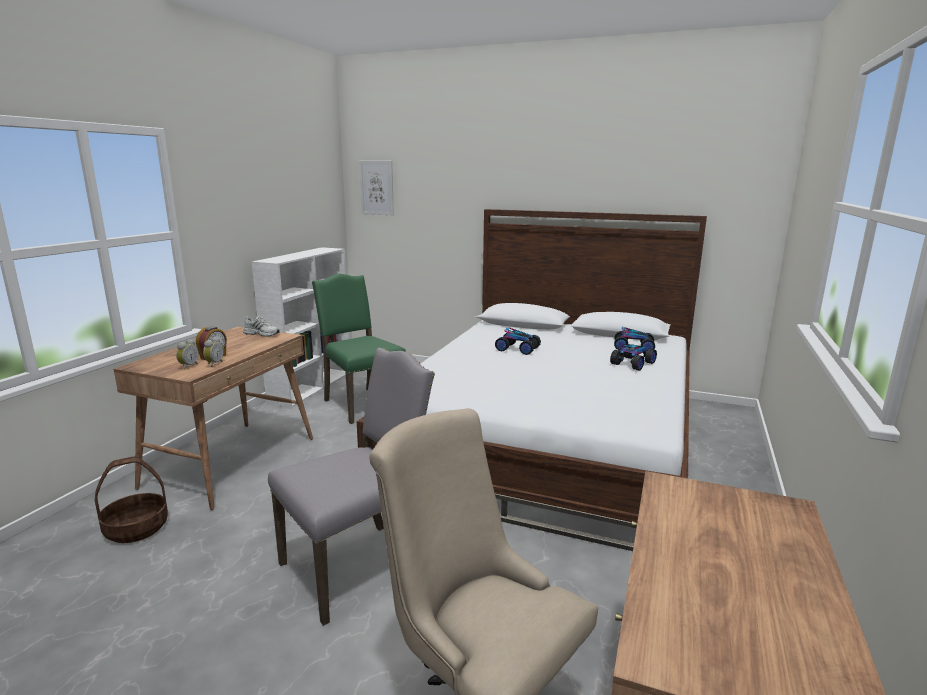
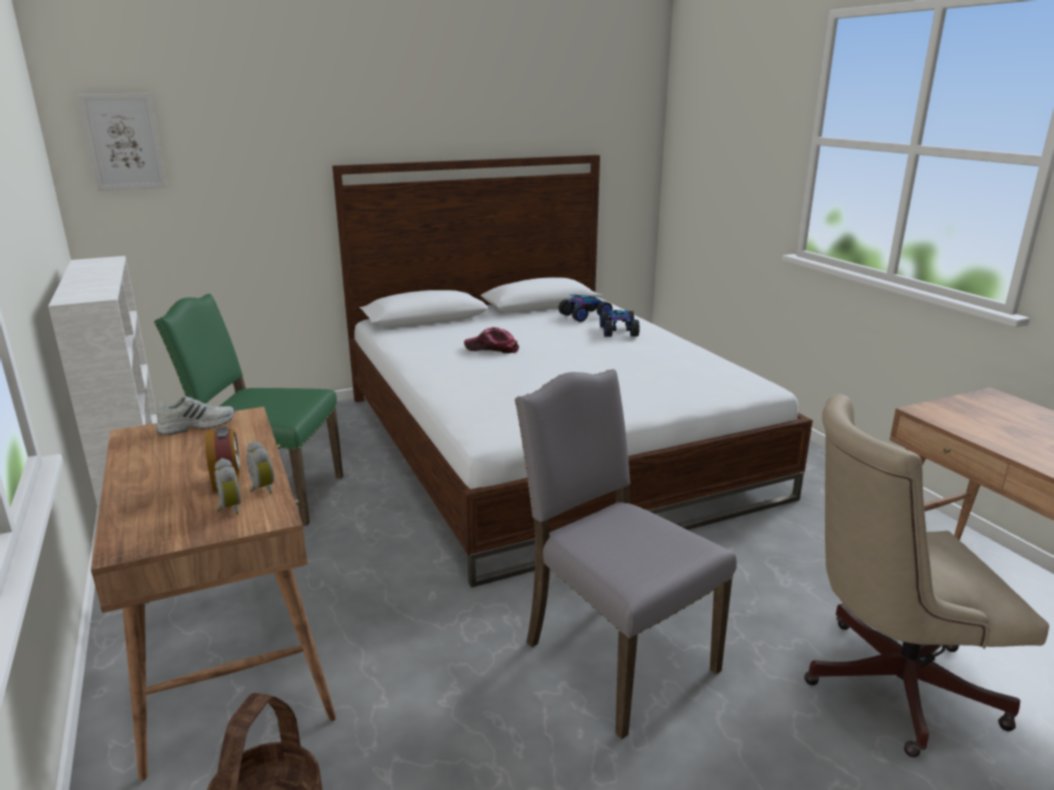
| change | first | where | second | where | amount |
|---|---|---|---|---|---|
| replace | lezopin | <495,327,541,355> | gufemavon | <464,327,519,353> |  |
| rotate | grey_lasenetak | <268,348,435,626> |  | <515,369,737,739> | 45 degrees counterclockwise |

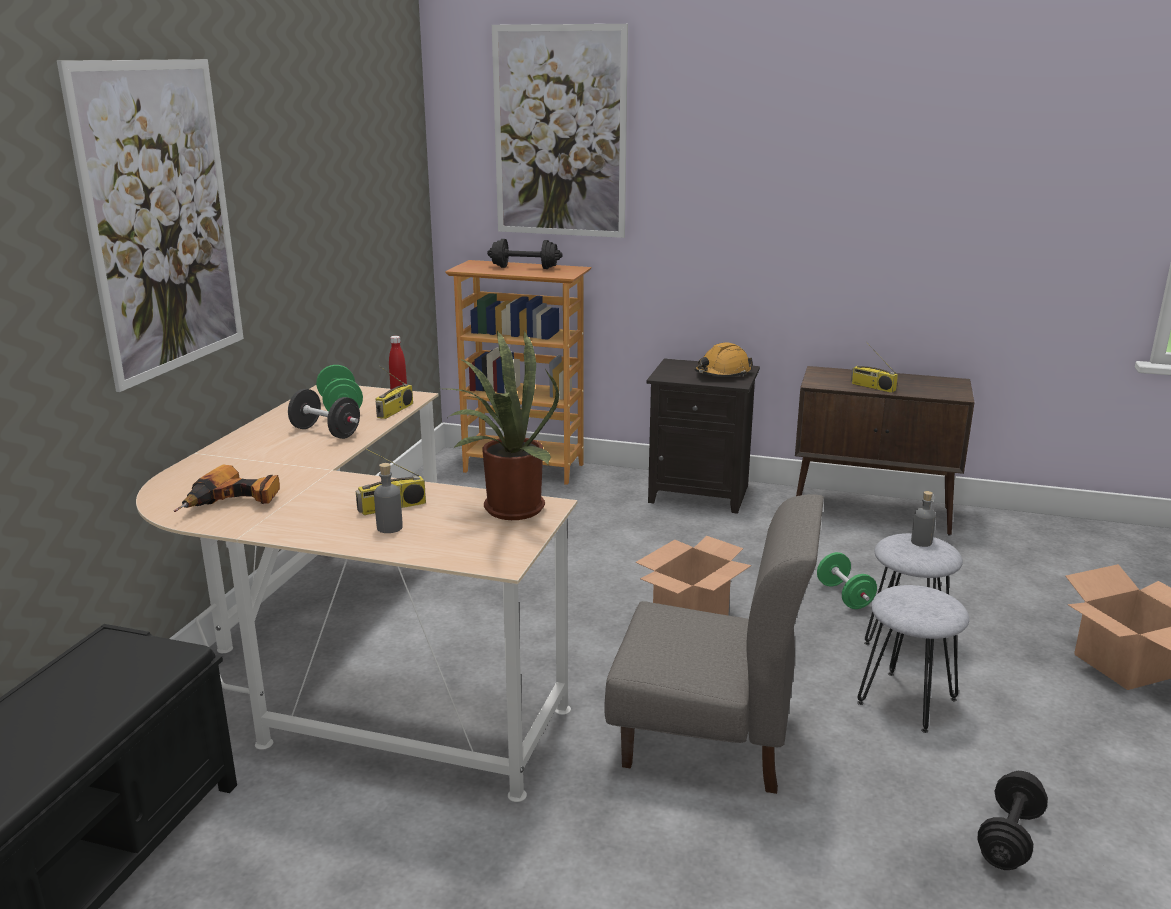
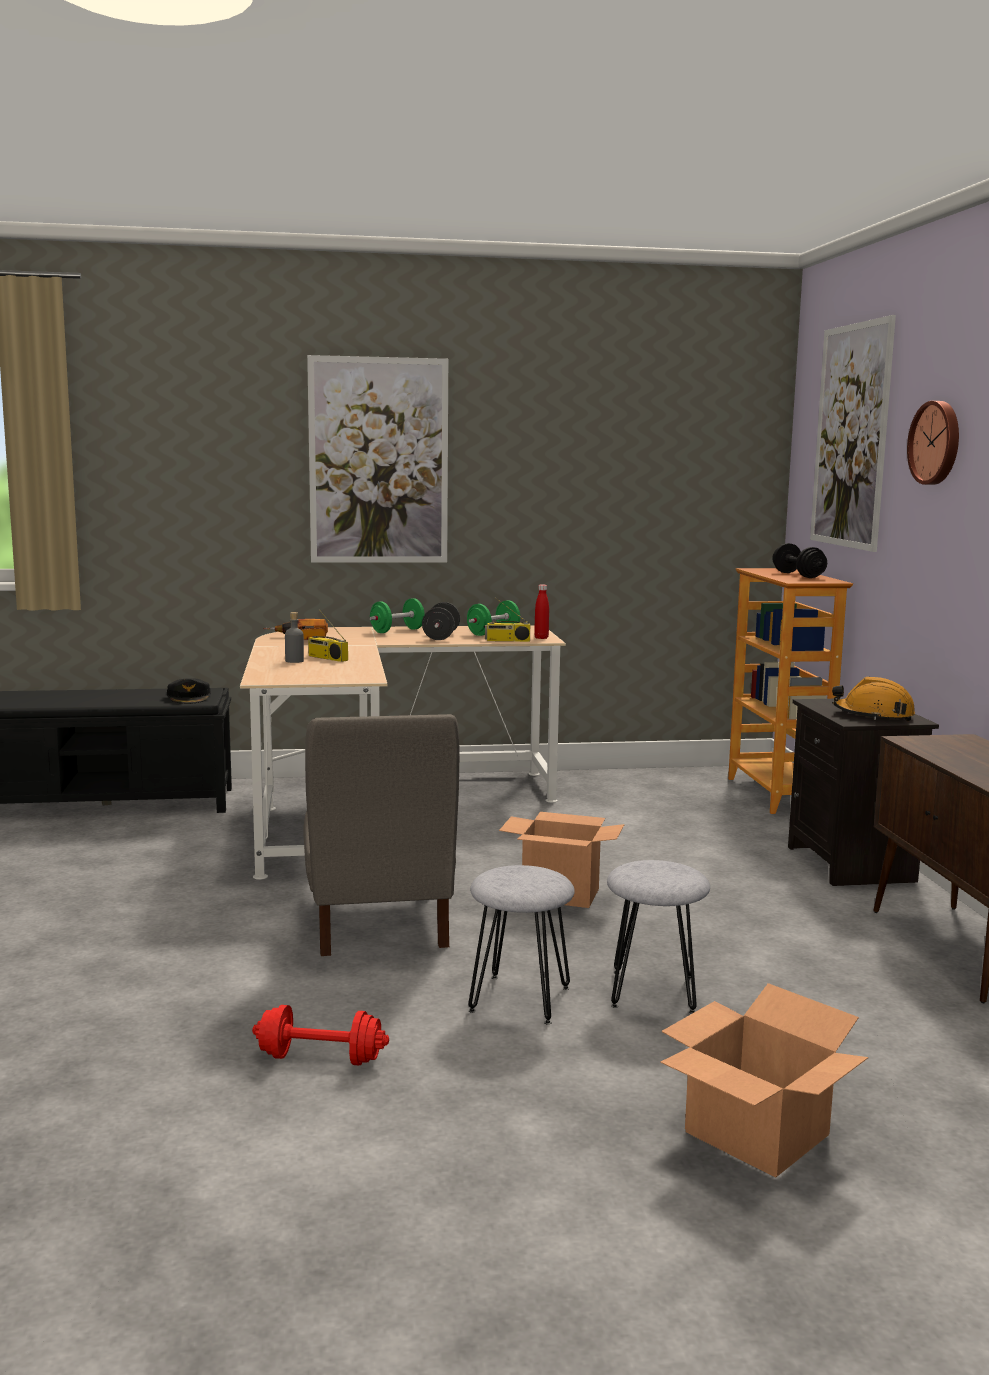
| change | first | where | second | where | amount |
|---|---|---|---|---|---|
| insert |  |  | black_gufemavon | <167,678,211,704> |  |
| recolor | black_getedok | <977,771,1048,870> | red_getedok | <252,1005,389,1065> |  |
| move | green_getedok | <817,552,877,609> |  | <370,598,425,633> |  |
| insert |  |  | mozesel | <907,401,959,485> |  |
| delete | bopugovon | <444,330,559,520> |  |  |  |
| delete | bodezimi | <851,342,898,393> |  |  |  |
| delete | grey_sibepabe | <911,491,936,547> |  |  |  |

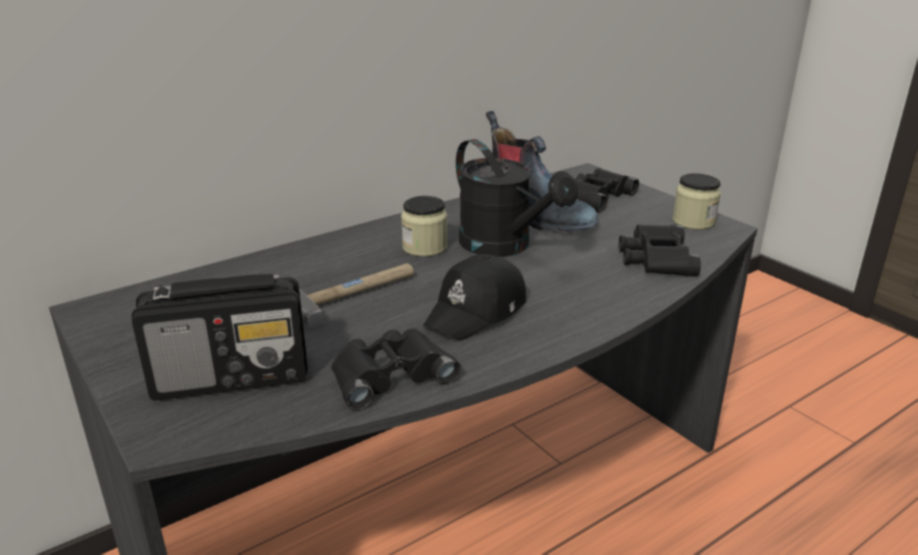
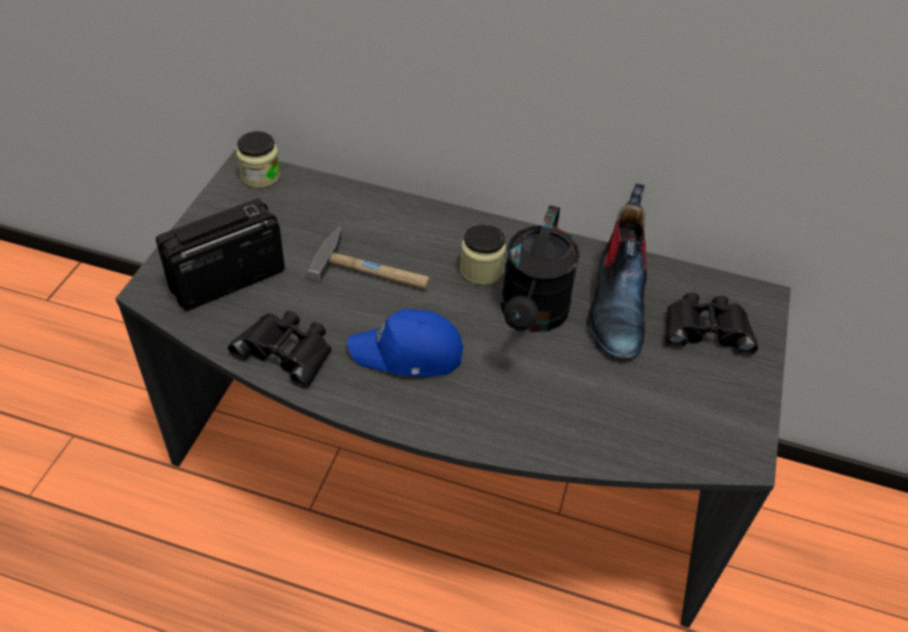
| change | first | where | second | where | amount |
|---|---|---|---|---|---|
| rotate | bodezimi | <132,274,307,401> |  | <156,199,285,311> | 105 degrees clockwise |
| move | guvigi | <673,173,721,230> |  | <236,131,280,188> |  |
| recolor | black_gufemavon | <423,254,526,340> | blue_gufemavon | <347,309,464,377> |  |
| delete | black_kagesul | <619,225,701,277> |  |  |  |

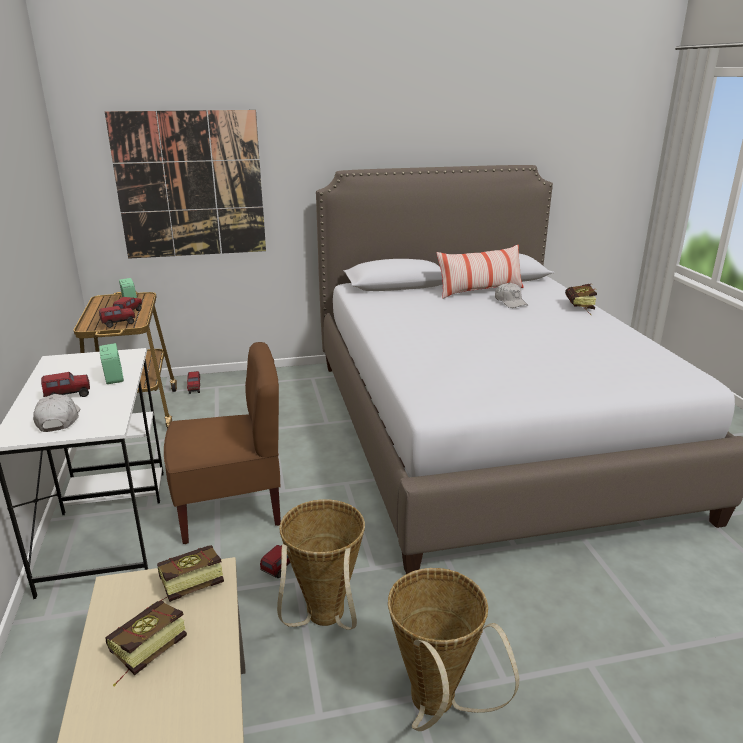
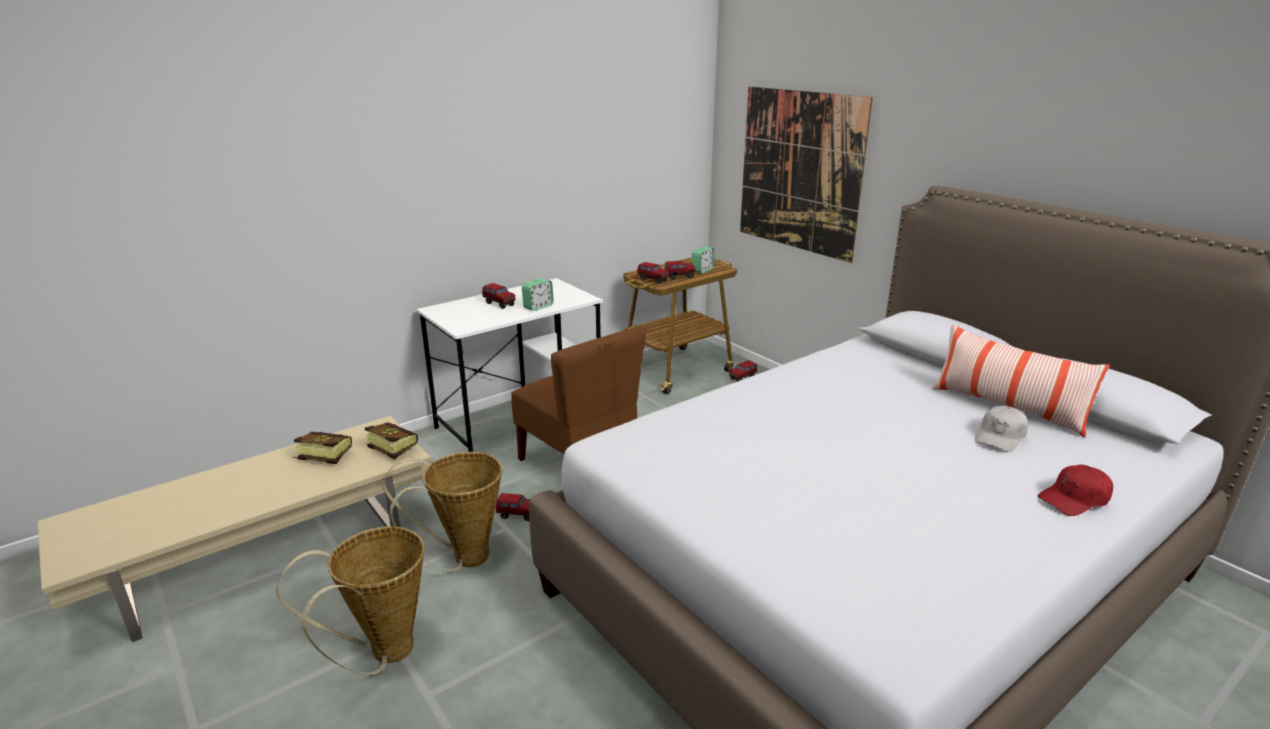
| change | first | where | second | where | amount |
|---|---|---|---|---|---|
| replace | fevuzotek | <565,284,597,316> | red_gufemavon | <1038,465,1113,516> |  |
| delete | white_gufemavon | <33,394,80,432> |  |  |  |

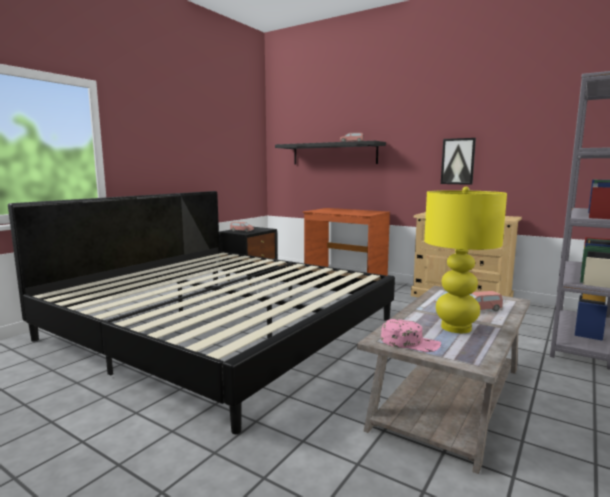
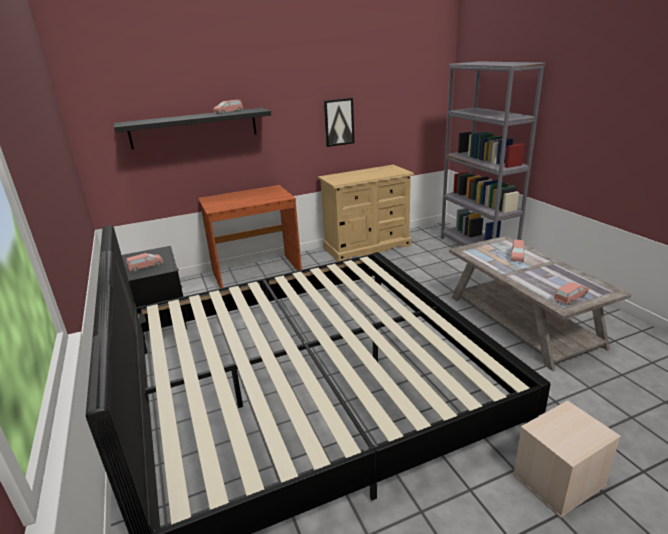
| change | first | where | second | where | amount |
|---|---|---|---|---|---|
| insert |  |  | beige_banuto | <513,400,621,518> |  |
| replace | pink_gufemavon | <381,319,441,352> | pink_lezopin | <554,282,589,305> |  |
| delete | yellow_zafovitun | <424,187,507,333> |  |  |  |

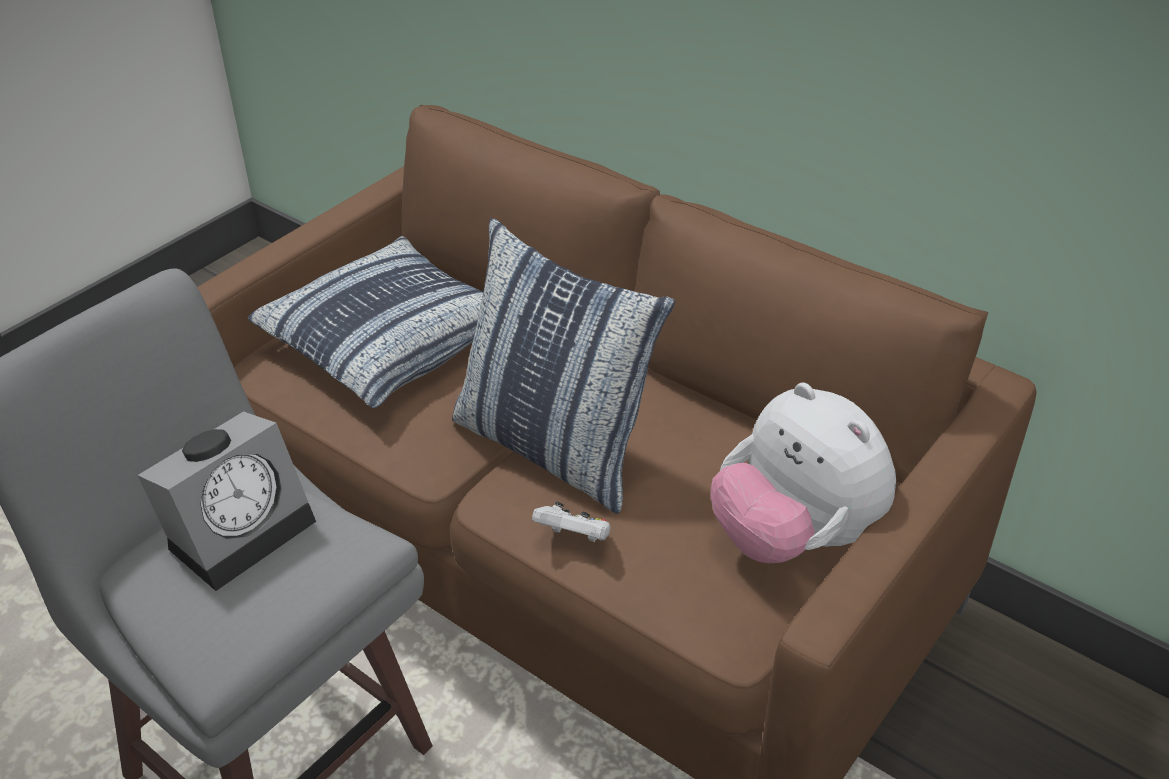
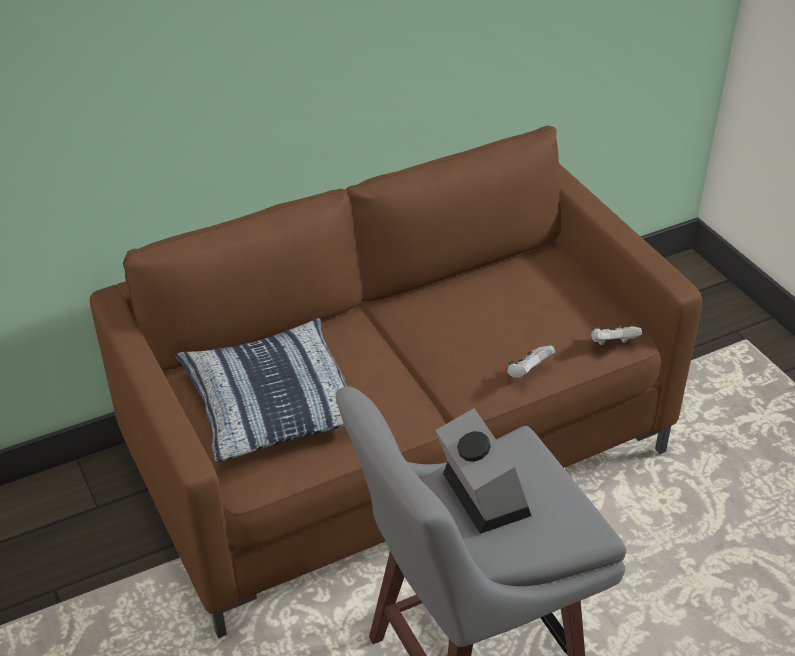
| change | first | where | second | where | amount |
|---|---|---|---|---|---|
| insert |  |  | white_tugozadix | <591,326,642,345> |  |
| delete | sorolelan | <452,218,675,514> |  |  |  |
| delete | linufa | <711,383,896,563> |  |  |  |

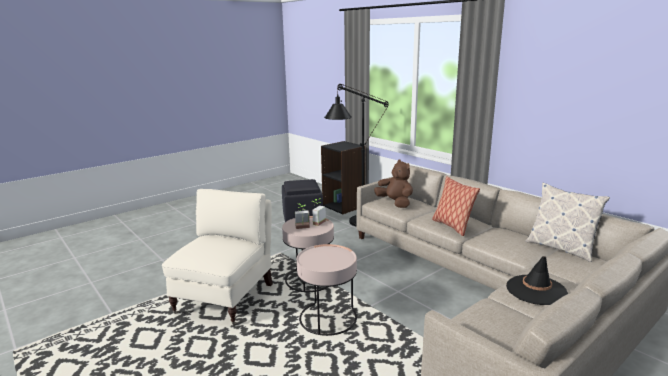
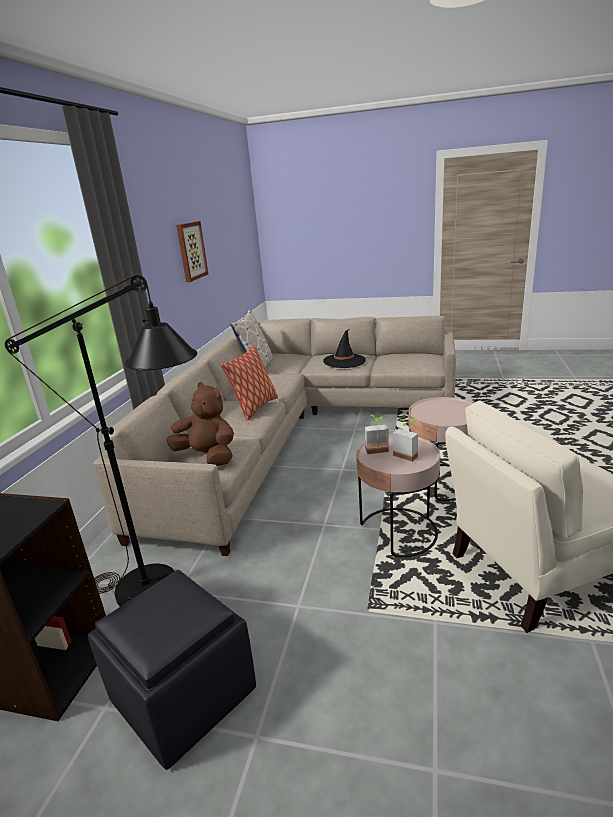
| change | first | where | second | where | amount |
|---|---|---|---|---|---|
| rotate | brown_linufa | <374,160,413,208> |  | <166,382,234,466> | 105 degrees clockwise |
| insert |  |  | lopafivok | <176,221,208,282> |  |

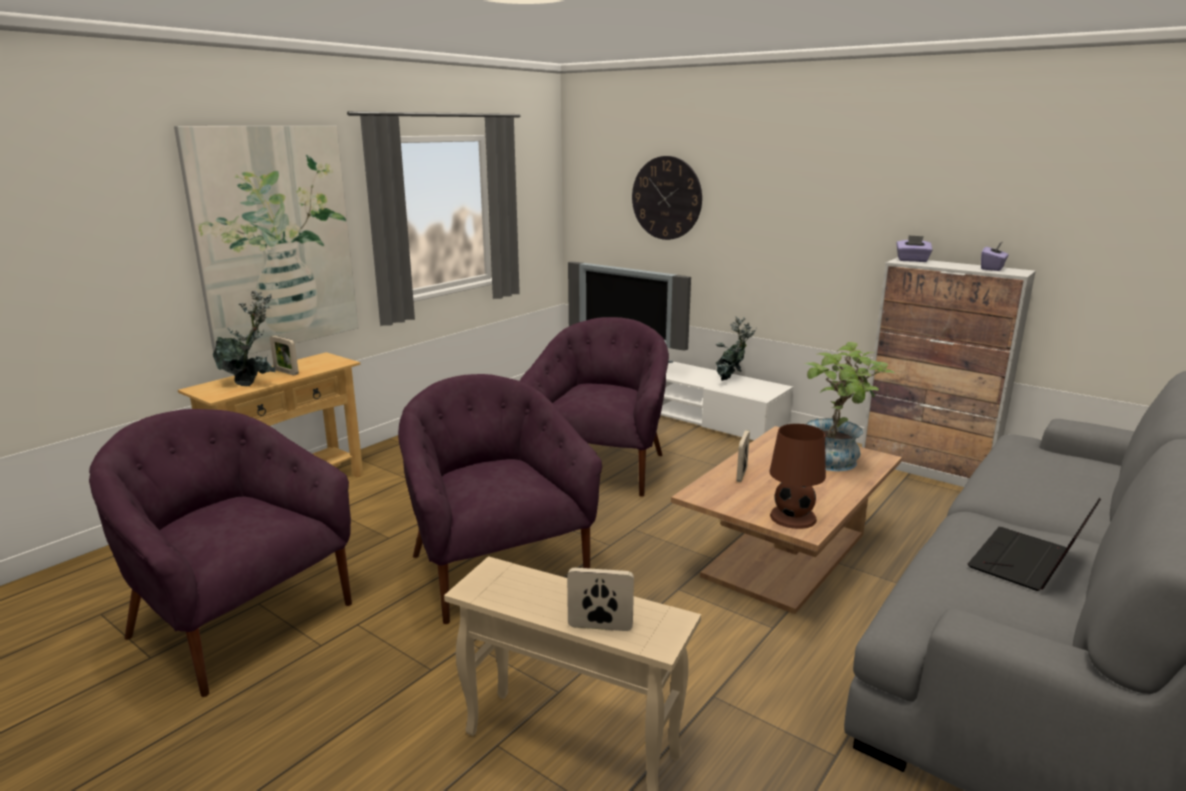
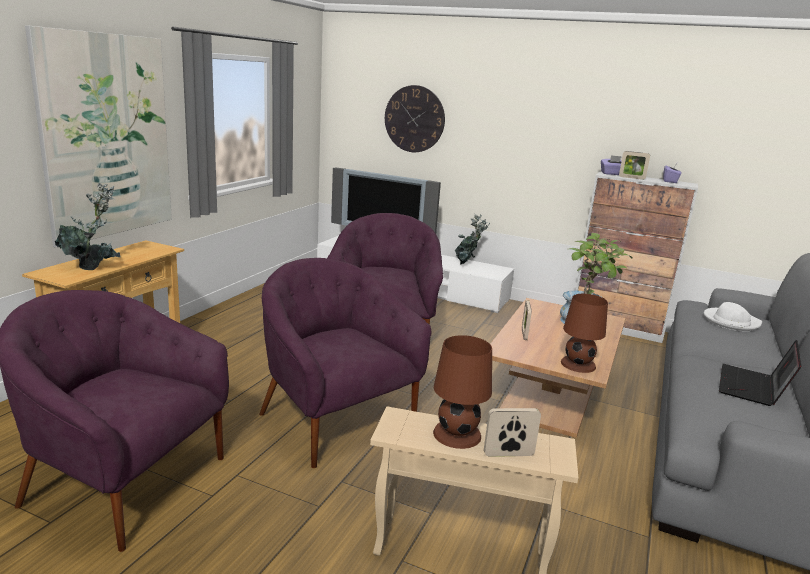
| change | first | where | second | where | amount |
|---|---|---|---|---|---|
| insert |  |  | brown_zafovitun | <433,335,492,449> |  |
| move | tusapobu | <270,336,299,375> |  | <619,151,650,180> |  |
| insert |  |  | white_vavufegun | <704,302,762,331> |  |

